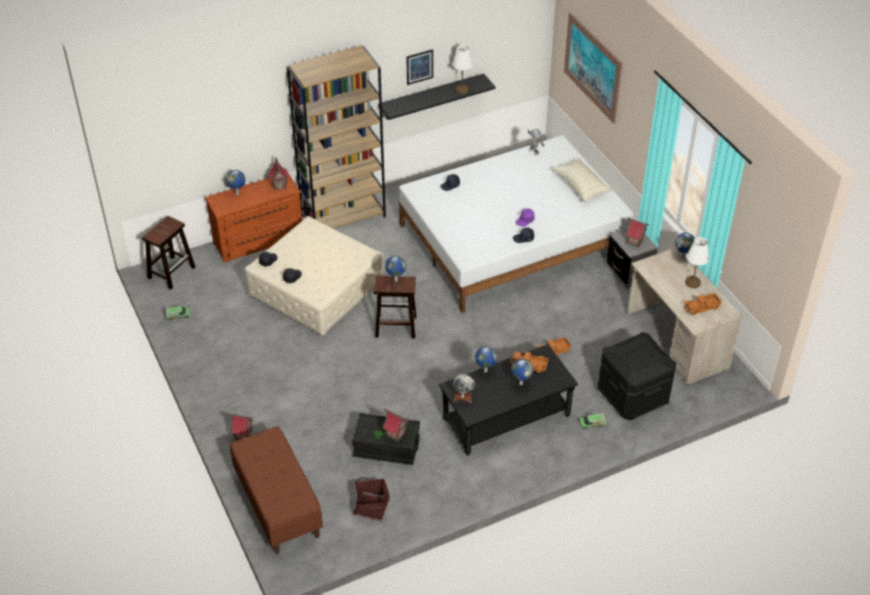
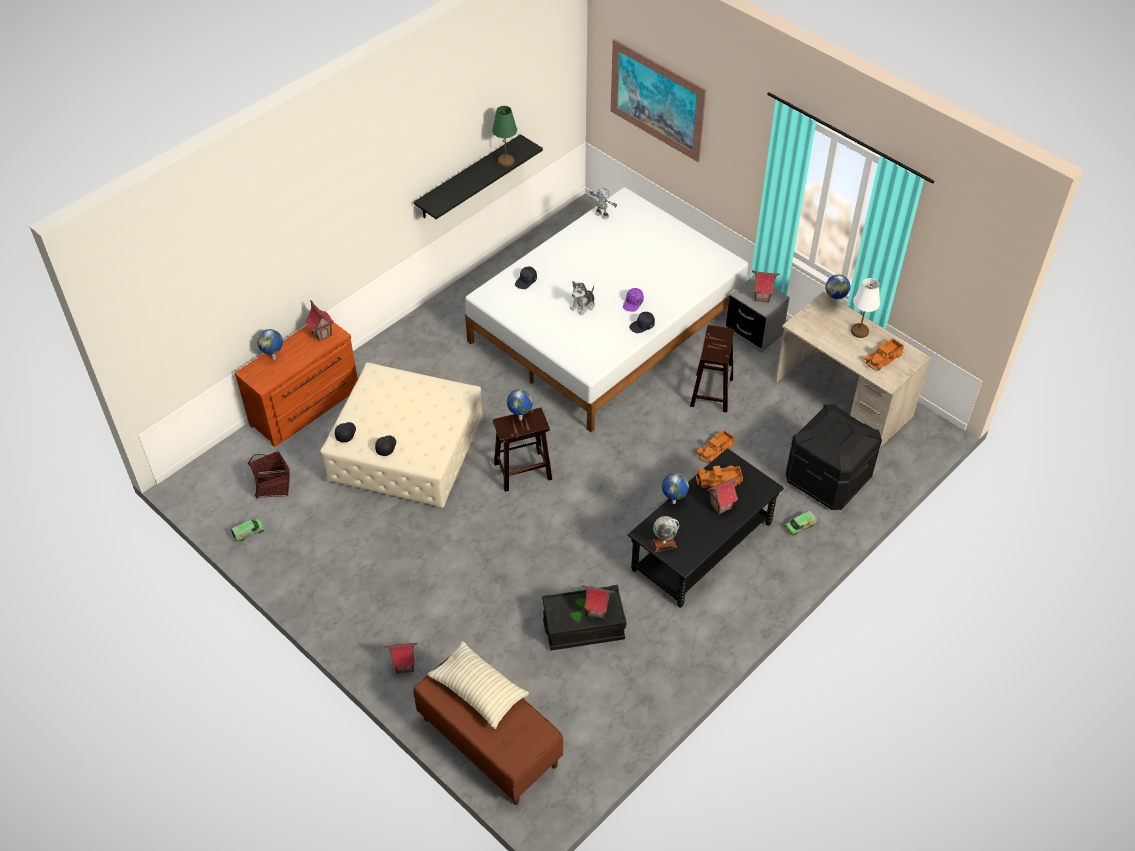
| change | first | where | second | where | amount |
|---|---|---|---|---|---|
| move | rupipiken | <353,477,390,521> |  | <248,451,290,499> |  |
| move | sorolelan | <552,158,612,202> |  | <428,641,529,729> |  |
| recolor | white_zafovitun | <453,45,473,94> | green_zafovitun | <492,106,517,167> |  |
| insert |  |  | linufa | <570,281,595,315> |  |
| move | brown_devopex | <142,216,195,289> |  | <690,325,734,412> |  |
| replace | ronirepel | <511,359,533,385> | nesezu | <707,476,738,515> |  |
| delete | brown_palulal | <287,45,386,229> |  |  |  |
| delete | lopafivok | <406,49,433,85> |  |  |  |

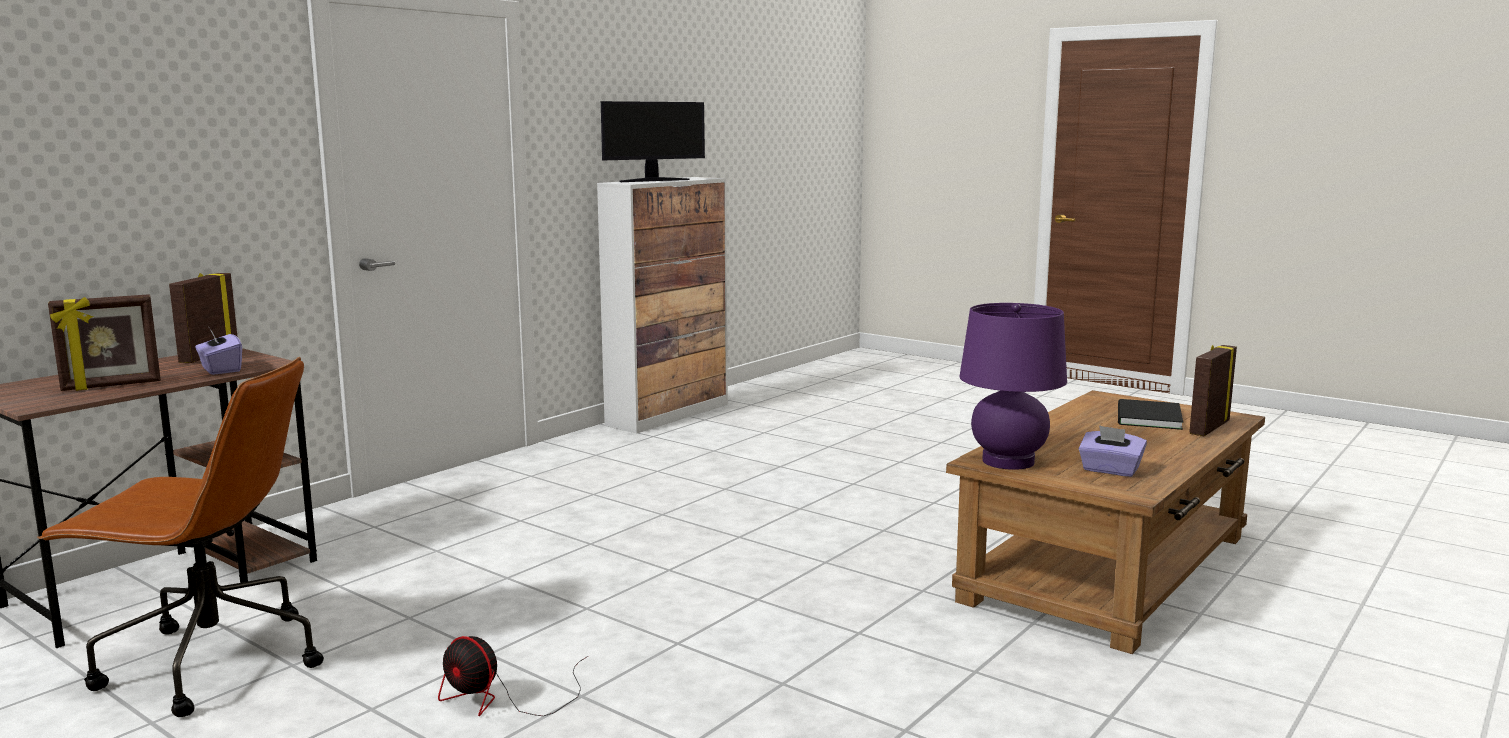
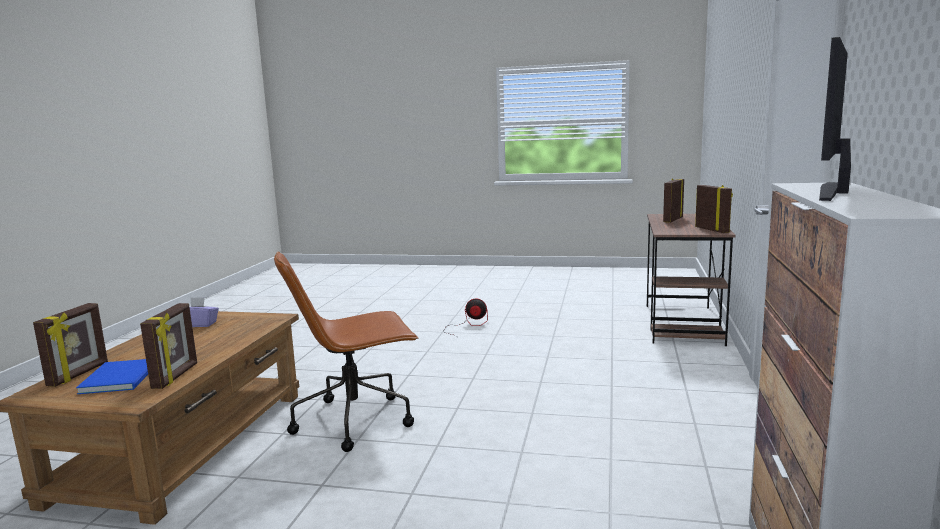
| change | first | where | second | where | amount |
|---|---|---|---|---|---|
| recolor | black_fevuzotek | <1118,399,1183,430> | blue_fevuzotek | <76,359,148,394> |  |
| insert |  |  | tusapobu | <140,303,197,389> |  |
| move | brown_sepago | <37,357,324,717> |  | <274,251,418,452> |  |
| delete | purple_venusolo | <195,326,242,375> |  |  |  |
| delete | purple_zafovitun | <959,303,1067,470> |  |  |  |

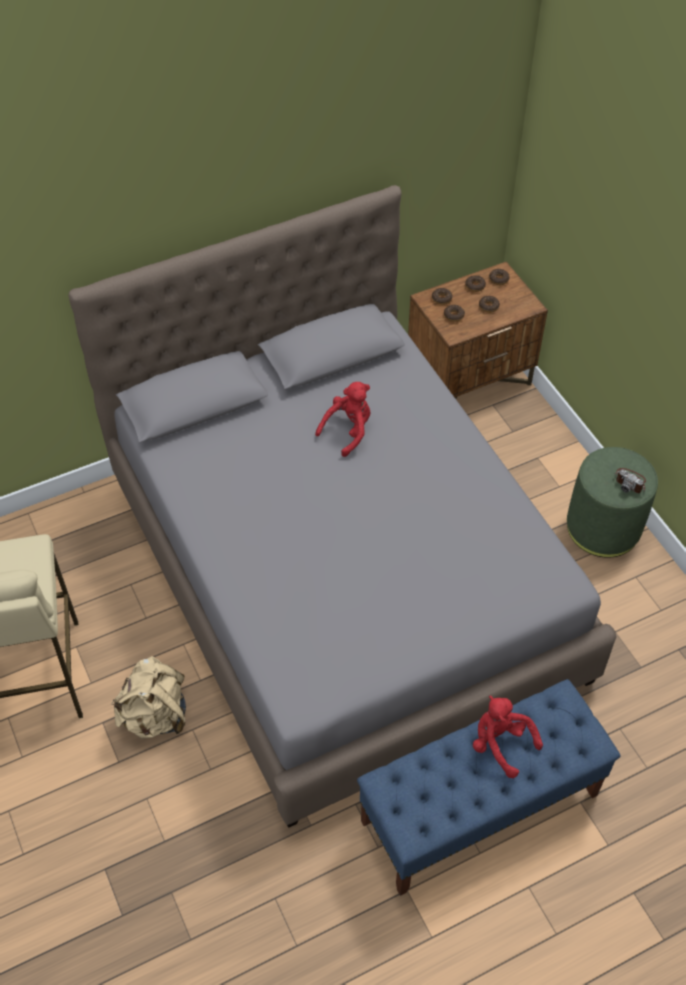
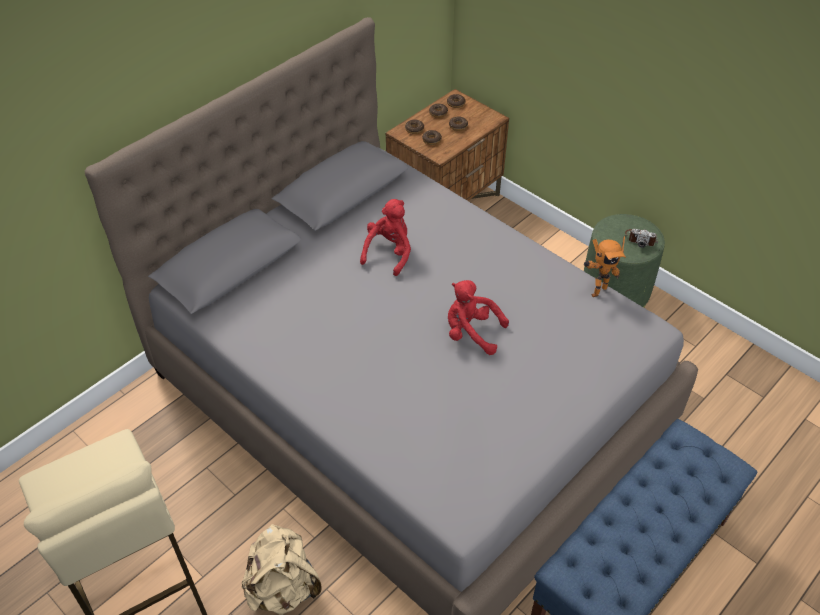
| change | first | where | second | where | amount |
|---|---|---|---|---|---|
| move | red_linufa | <473,695,543,778> |  | <448,280,509,355> |  |
| insert |  |  | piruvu | <584,236,626,297> |  |

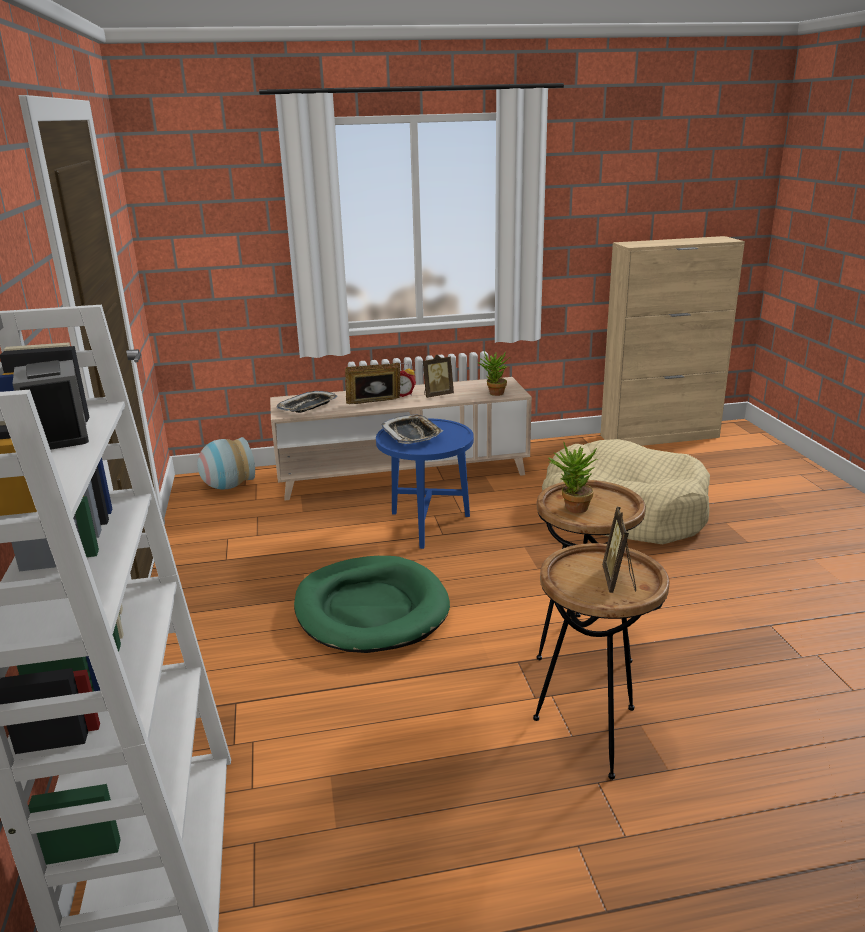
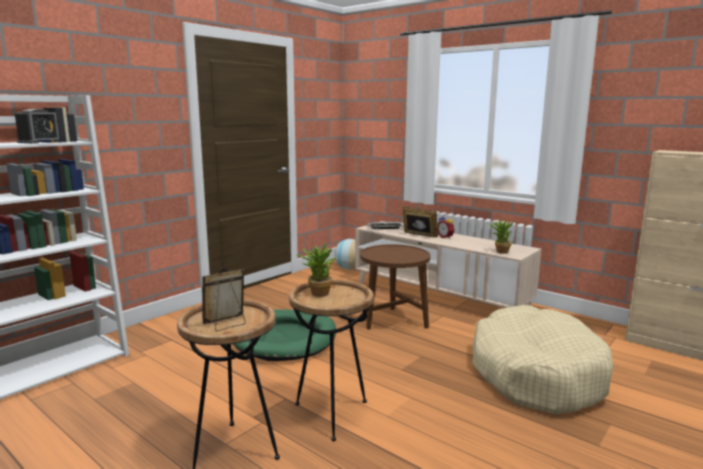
| change | first | where | second | where | amount |
|---|---|---|---|---|---|
| recolor | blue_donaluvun | <376,419,474,549> | brown_donaluvun | <360,244,430,330> |  |
| delete | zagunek | <381,414,443,444> |  |  |  |
| delete | tusapobu | <423,355,454,398> |  |  |  |

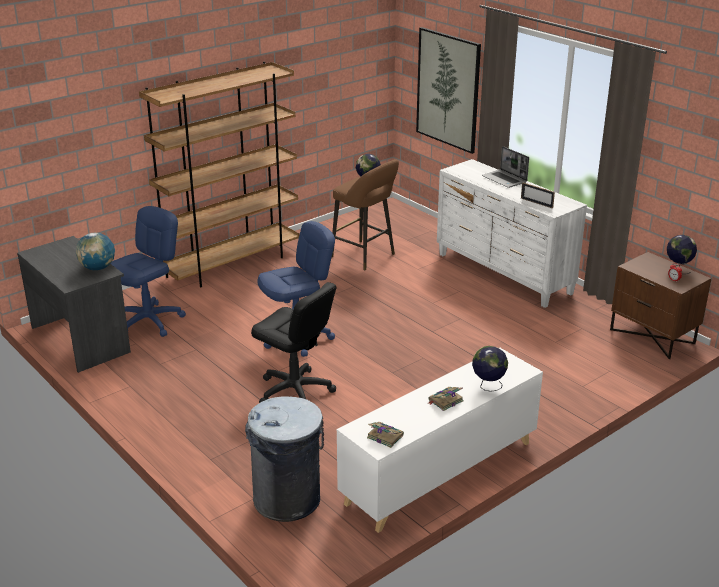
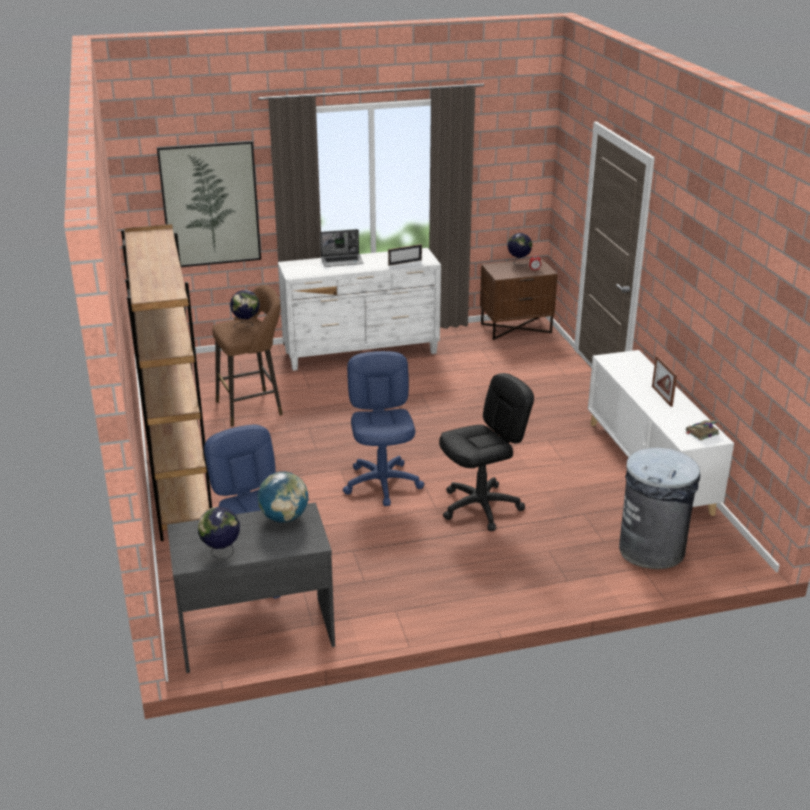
| change | first | where | second | where | amount |
|---|---|---|---|---|---|
| move | ronirepel | <472,346,508,392> |  | <198,507,240,560> |  |
| replace | fevuzotek | <427,387,464,411> | tusapobu | <652,355,677,407> |  |

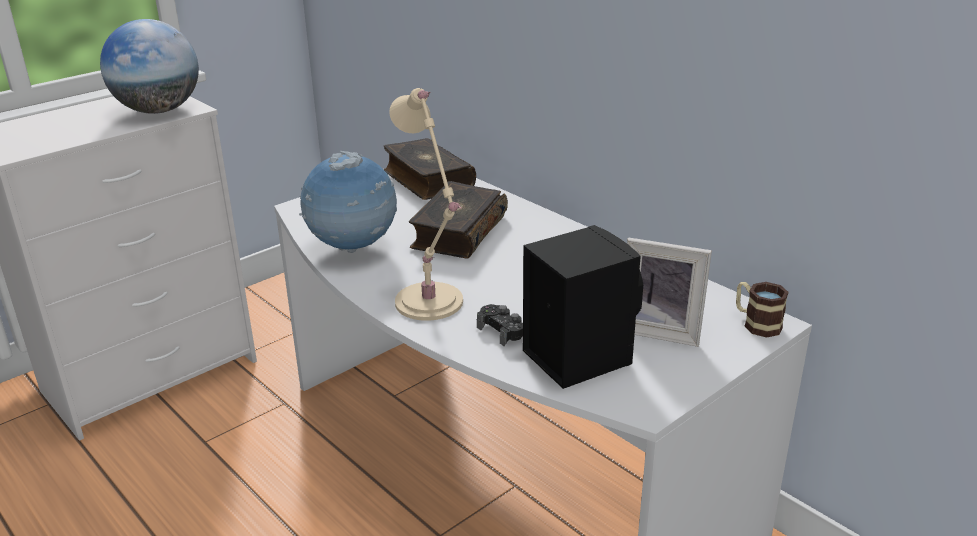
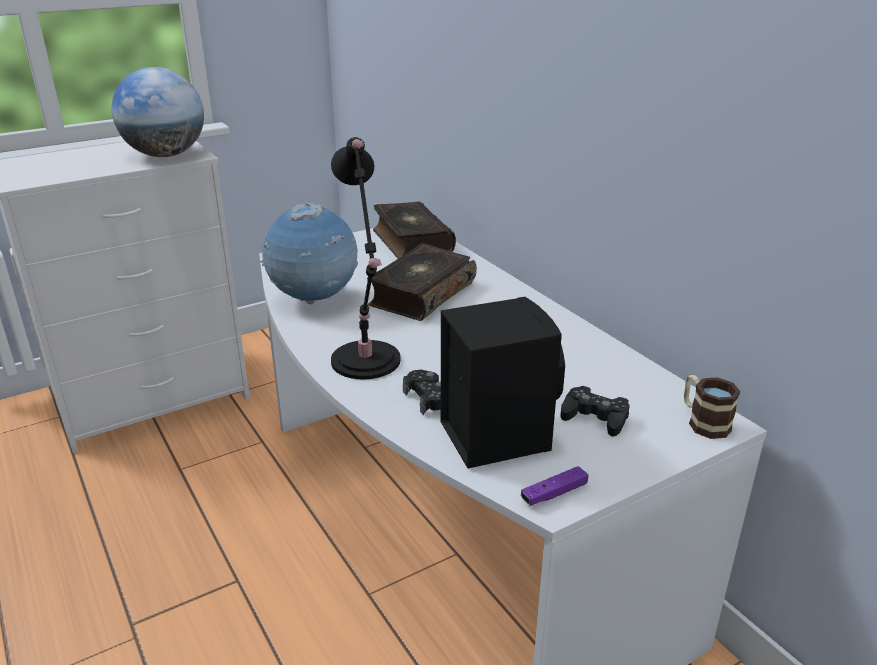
| change | first | where | second | where | amount |
|---|---|---|---|---|---|
| recolor | beige_zafovitun | <389,88,463,321> | black_zafovitun | <331,137,401,379> |  |
| insert |  |  | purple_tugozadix | <521,466,588,506> |  |
| replace | tusapobu | <627,238,712,347> | black_tugozadix | <560,386,630,437> |  |

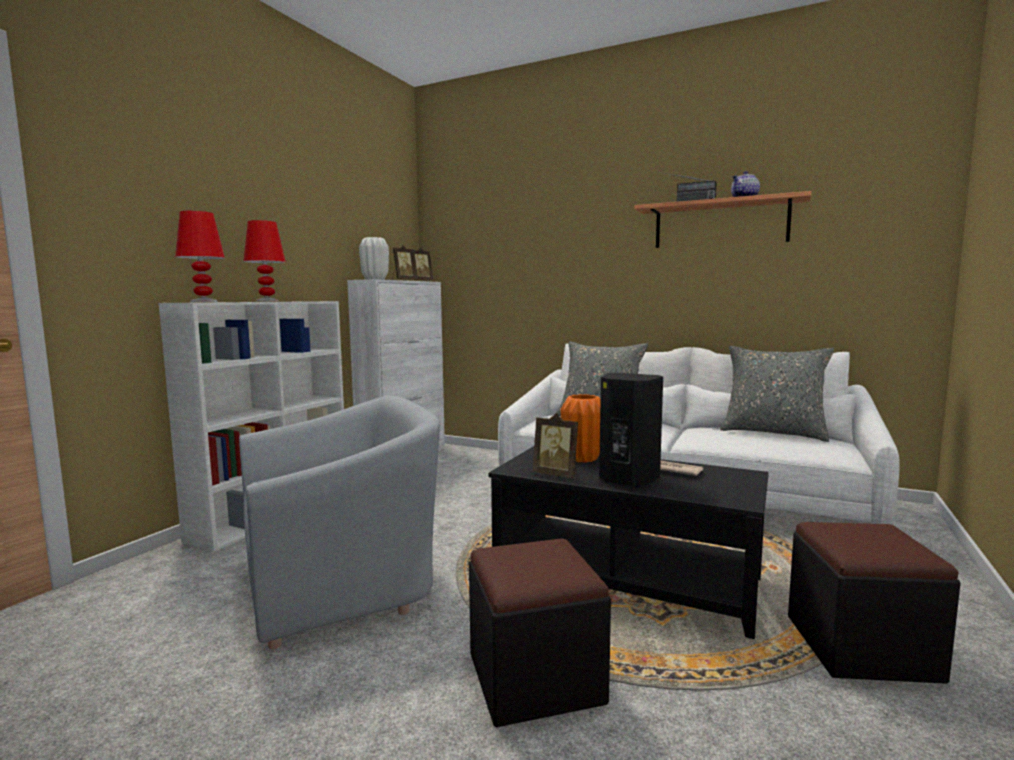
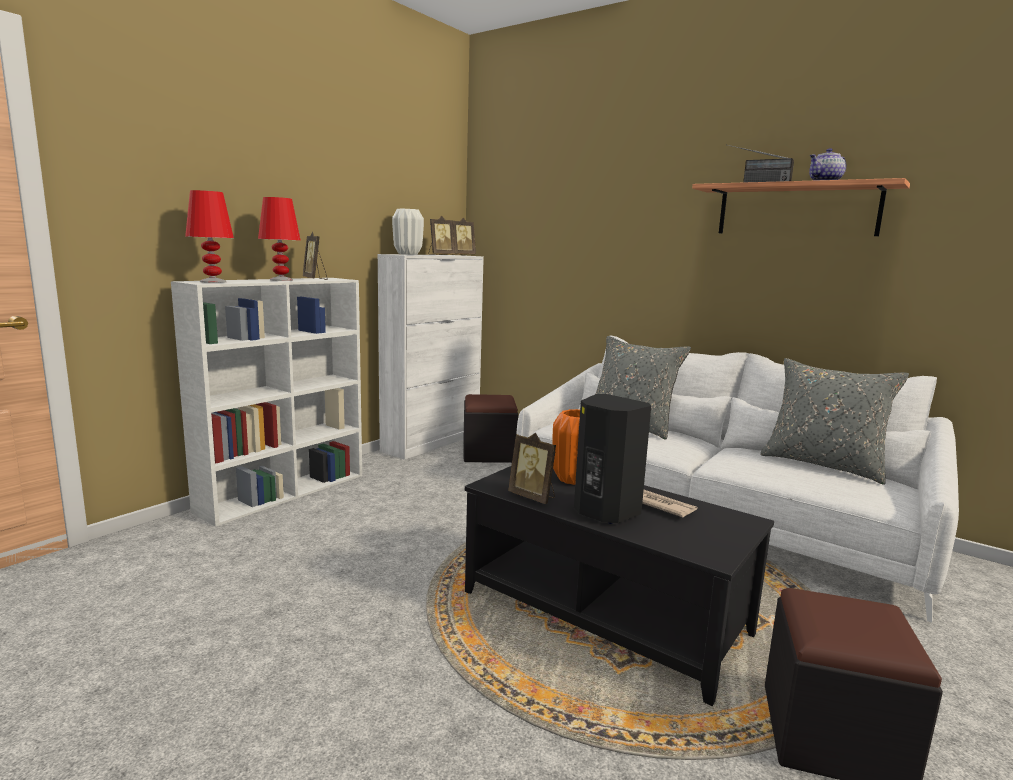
| change | first | where | second | where | amount |
|---|---|---|---|---|---|
| insert |  |  | tusapobu | <303,231,328,280> |  |
| move | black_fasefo | <469,538,611,727> |  | <463,394,518,463> |  |
| delete | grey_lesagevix | <239,395,440,649> |  |  |  |

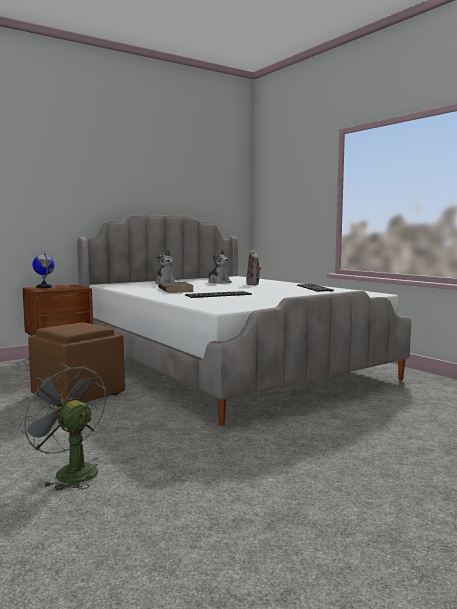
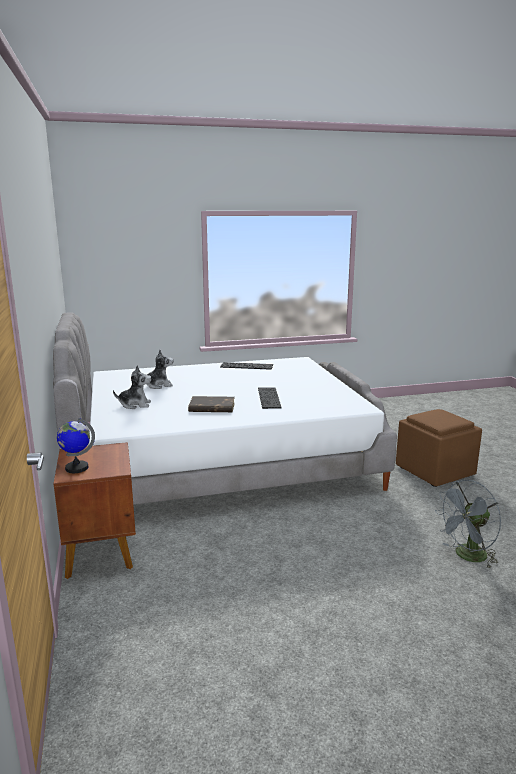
| change | first | where | second | where | amount |
|---|---|---|---|---|---|
| move | brown_fasefo | <28,322,125,405> |  | <396,409,482,487> |  |
| delete | linufa | <246,250,262,285> |  |  |  |

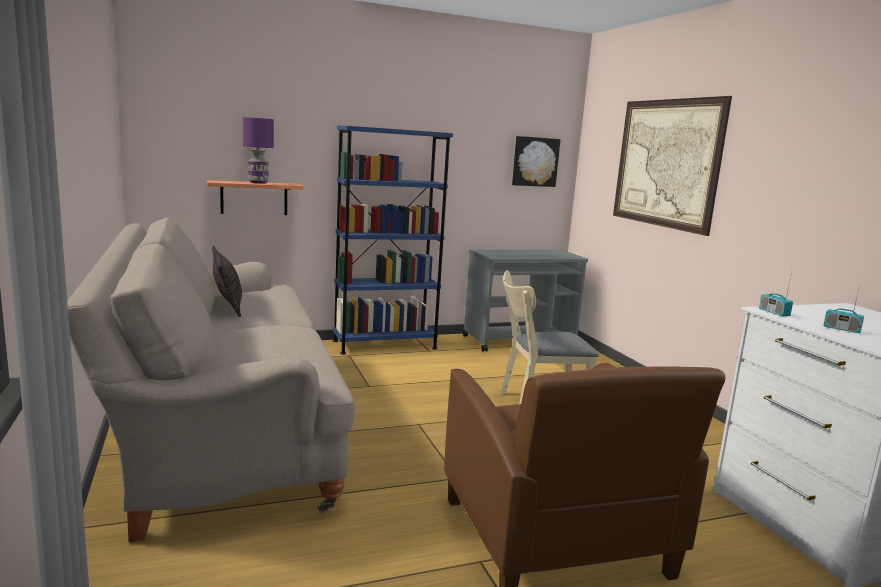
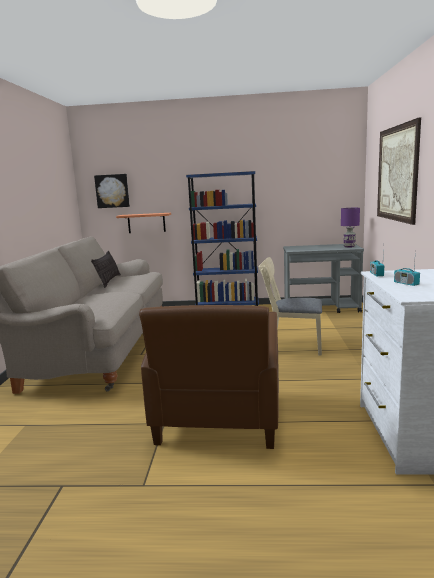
| change | first | where | second | where | amount |
|---|---|---|---|---|---|
| move | lopafivok | <512,136,561,187> |  | <94,174,130,208> |  |
| move | purple_zafovitun | <243,117,274,184> |  | <341,208,360,248> |  |

